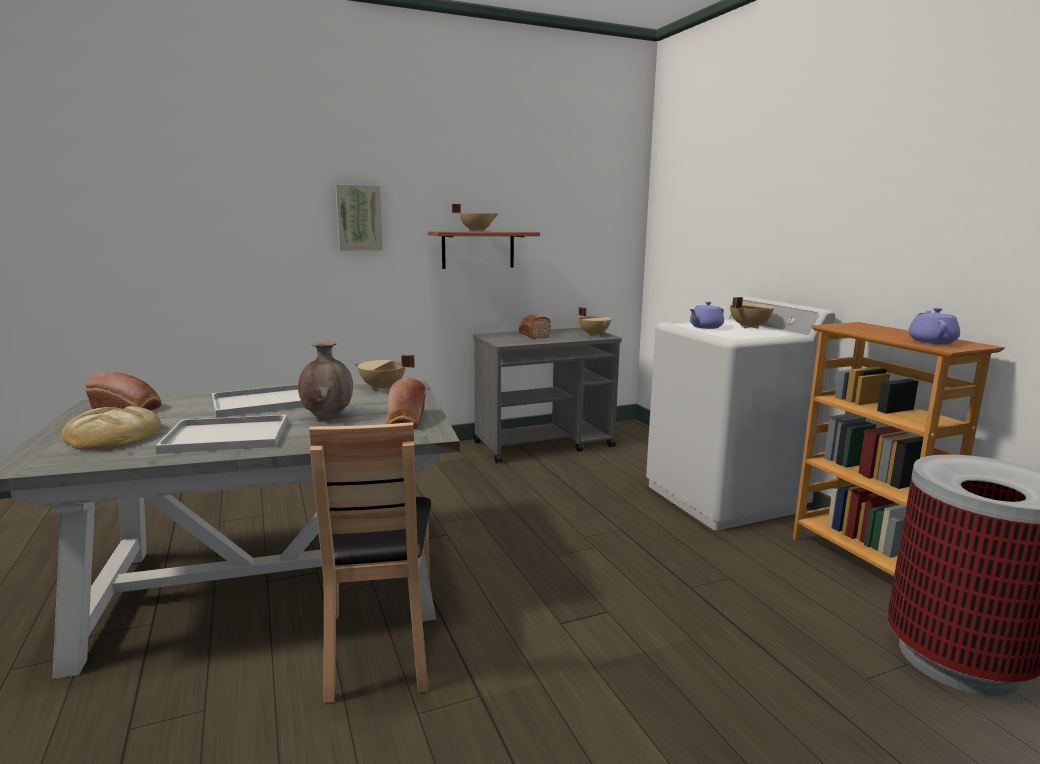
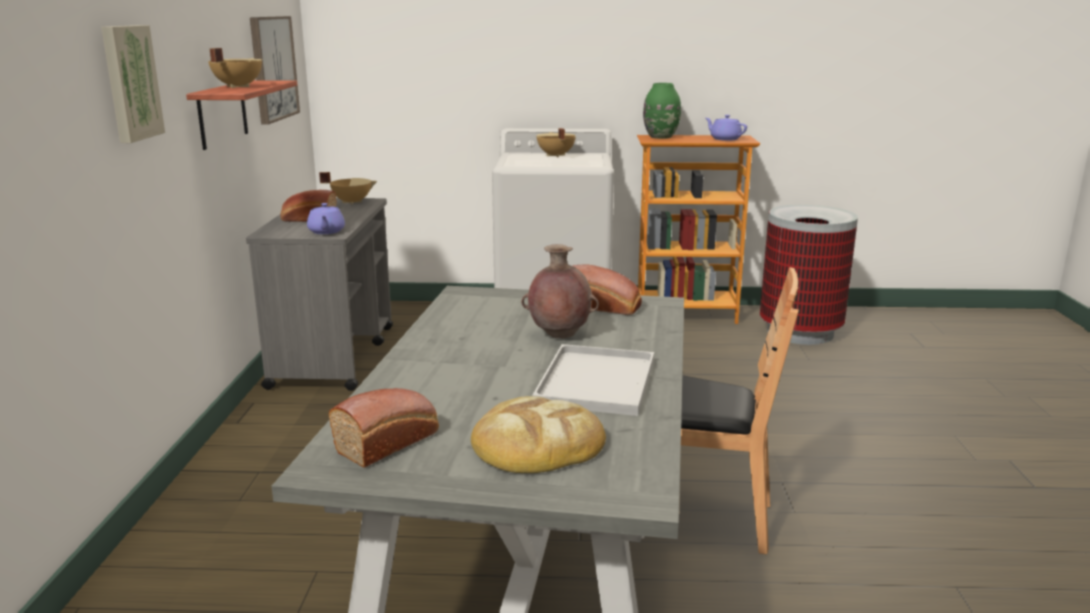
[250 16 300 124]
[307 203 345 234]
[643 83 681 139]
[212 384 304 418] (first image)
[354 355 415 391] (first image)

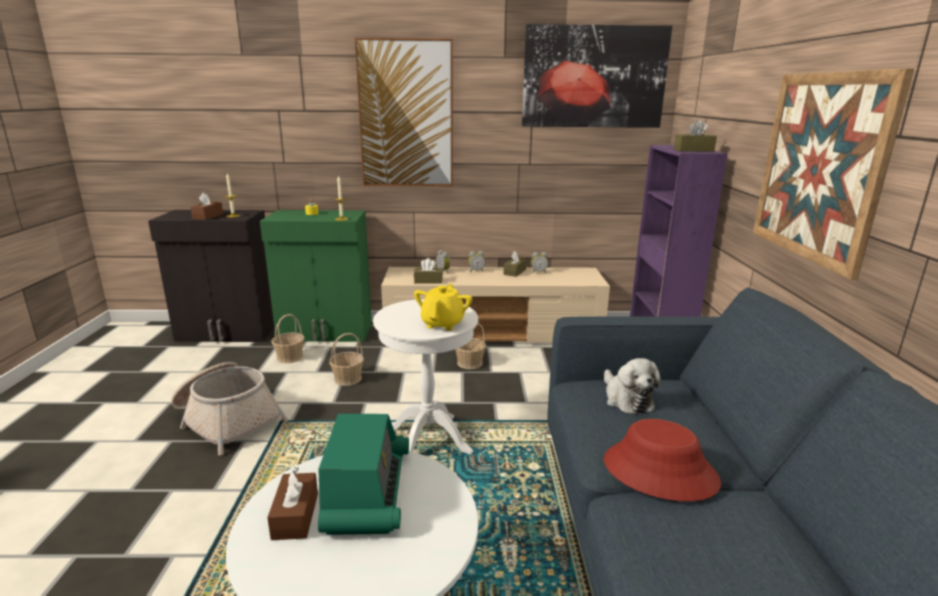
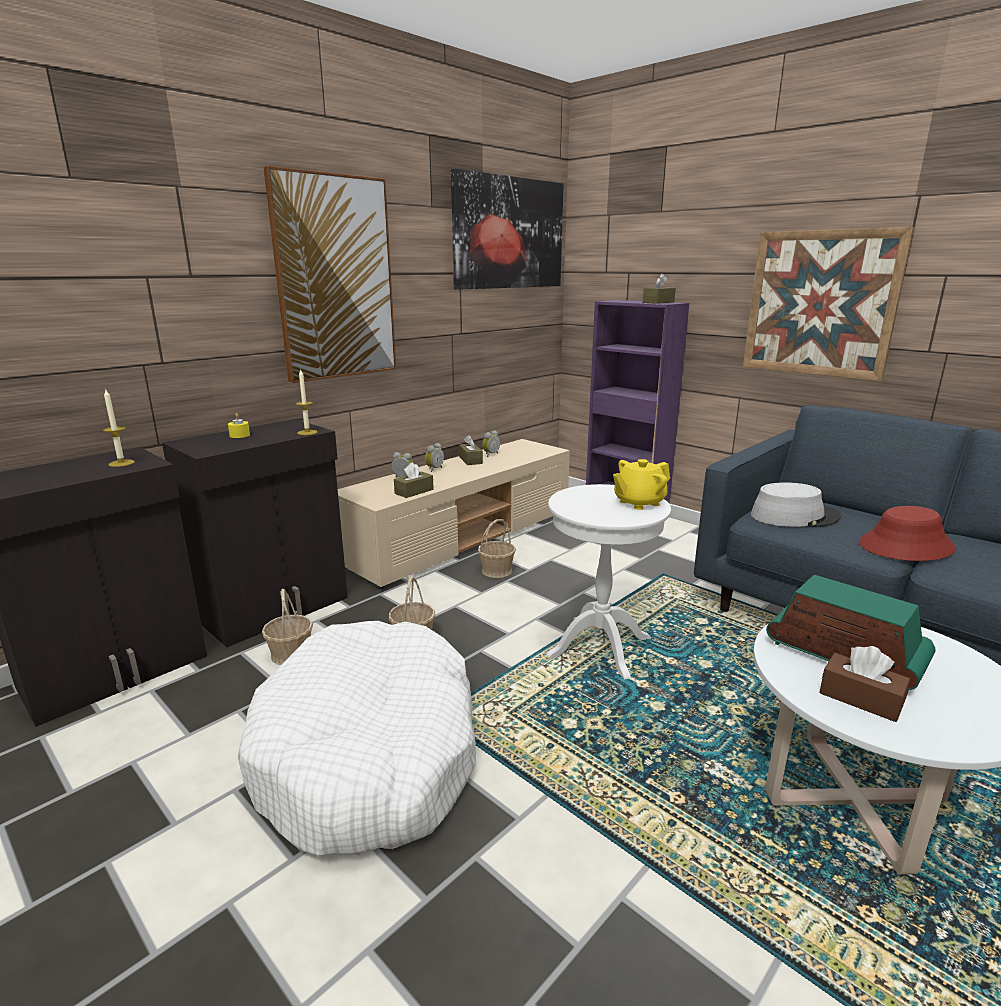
[162 419 348 647]
[238 621 476 855]
[613 459 670 510]
[751 482 841 527]
[190 192 223 220] (first image)

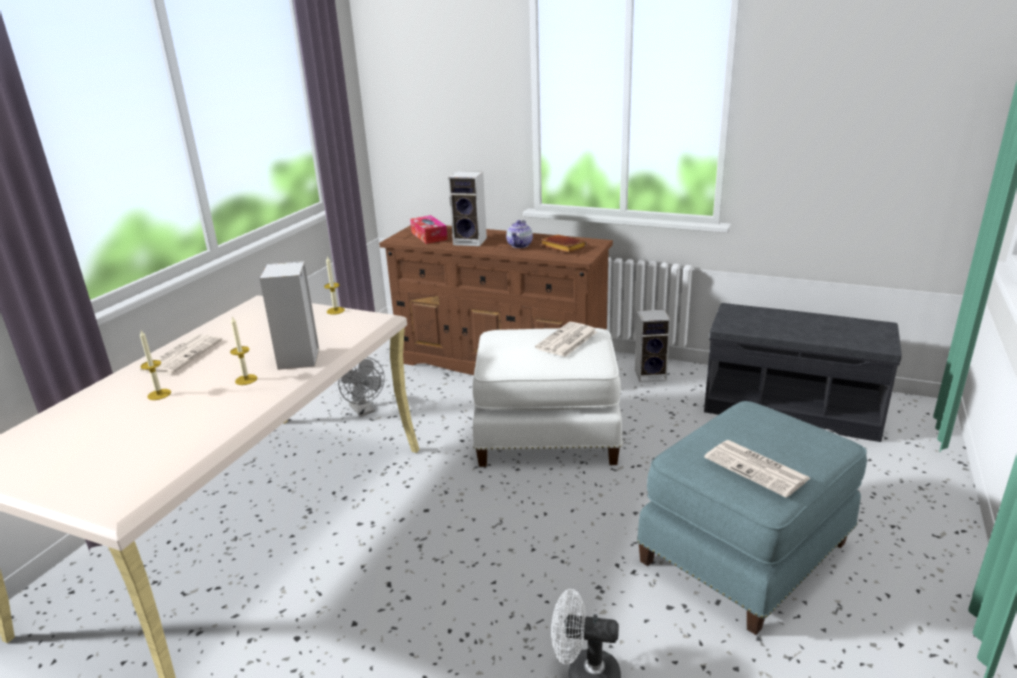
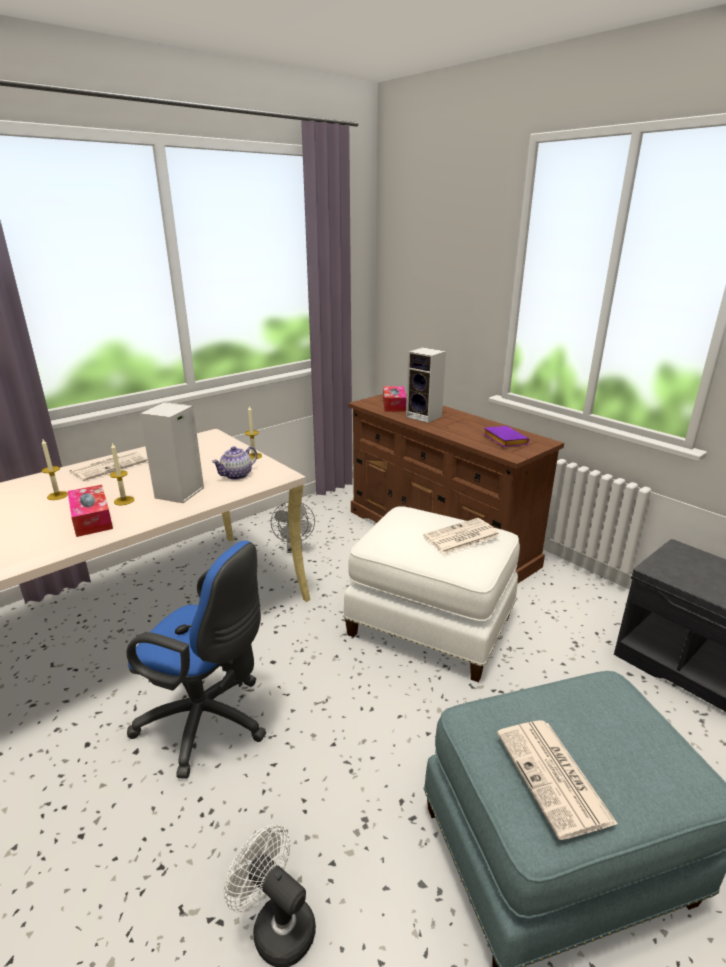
[68 485 113 537]
[126 541 266 779]
[212 446 257 480]
[483 426 529 447]
[635 309 670 382] (first image)

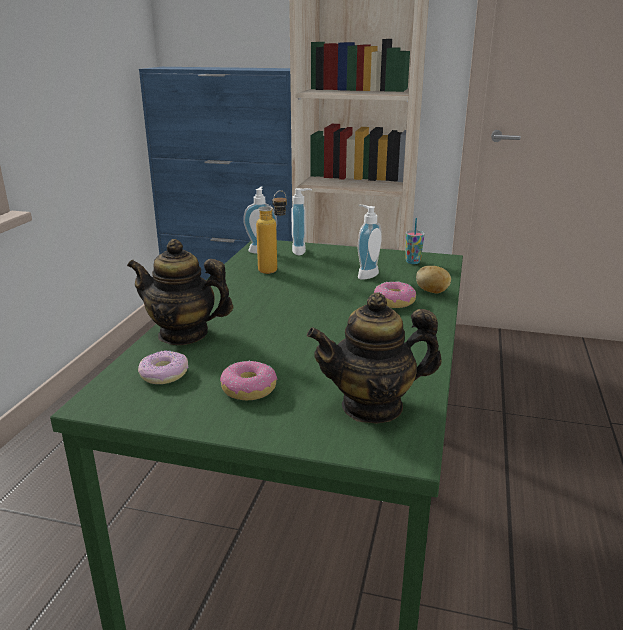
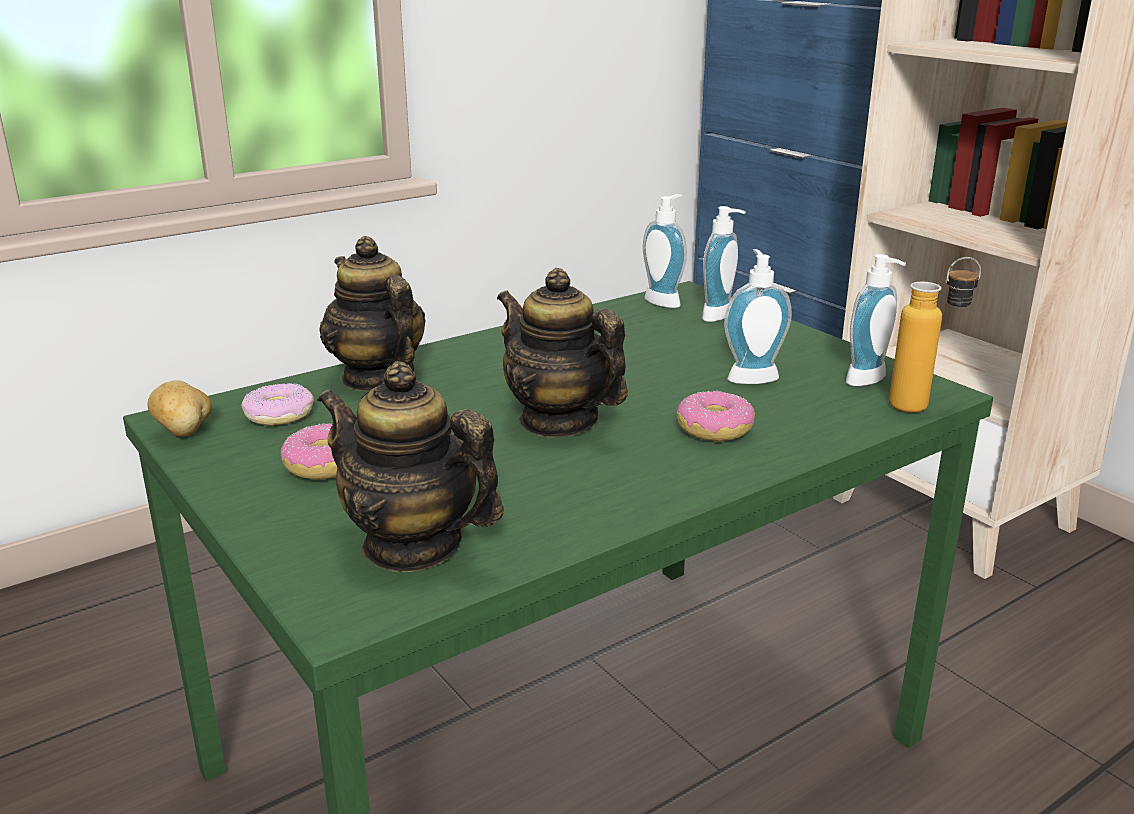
[148 380 212 437]
[497 268 628 437]
[846 254 906 386]
[889 257 981 413]

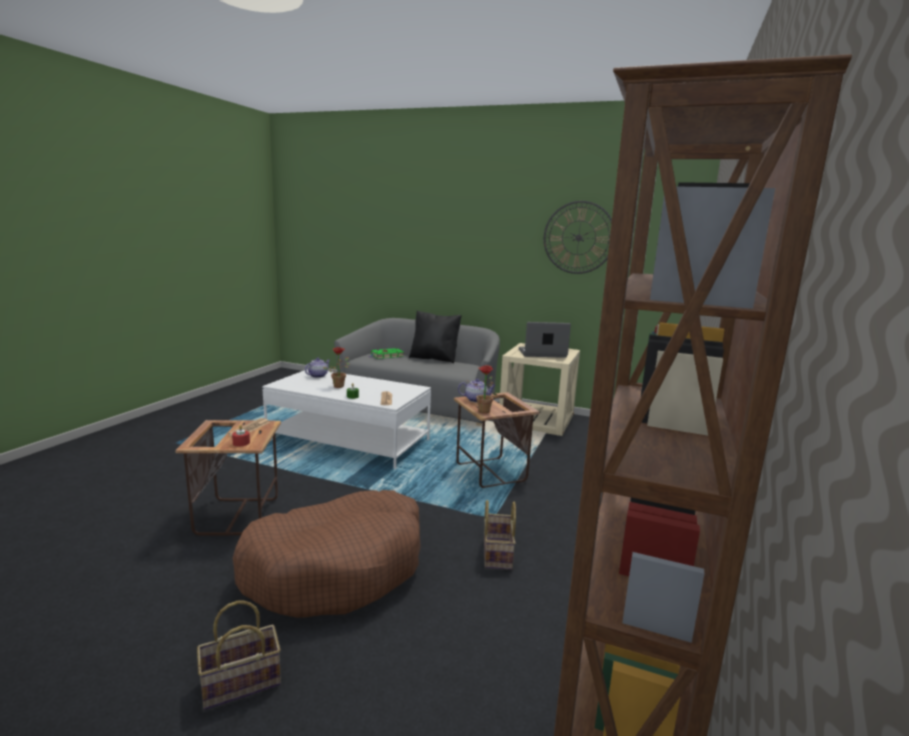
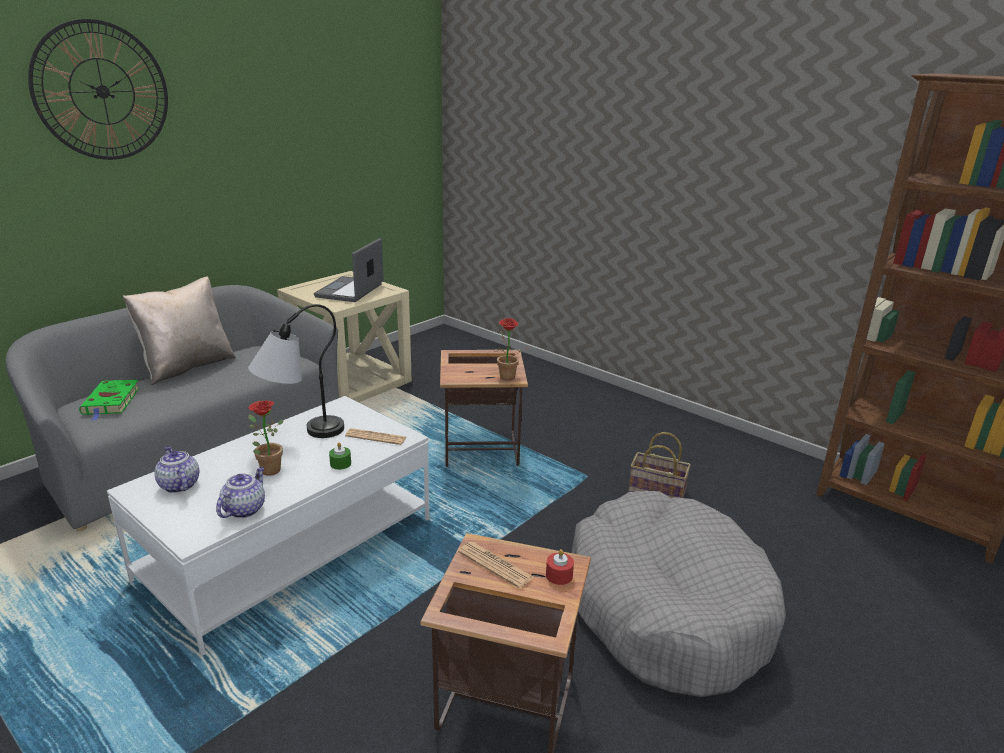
[28 19 168 160]
[123 277 236 385]
[216 467 265 518]
[248 304 344 438]
[571 491 786 697]
[197 600 281 710] (first image)

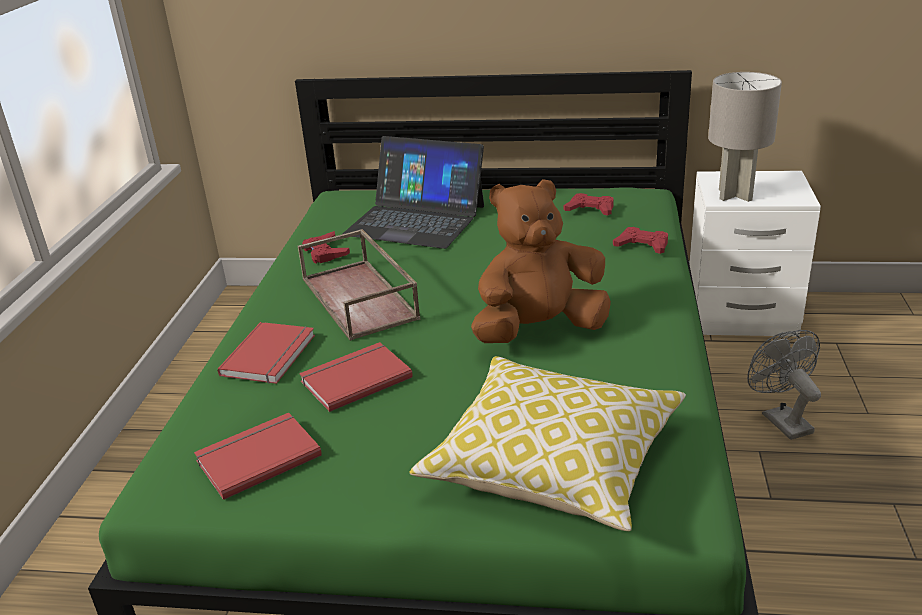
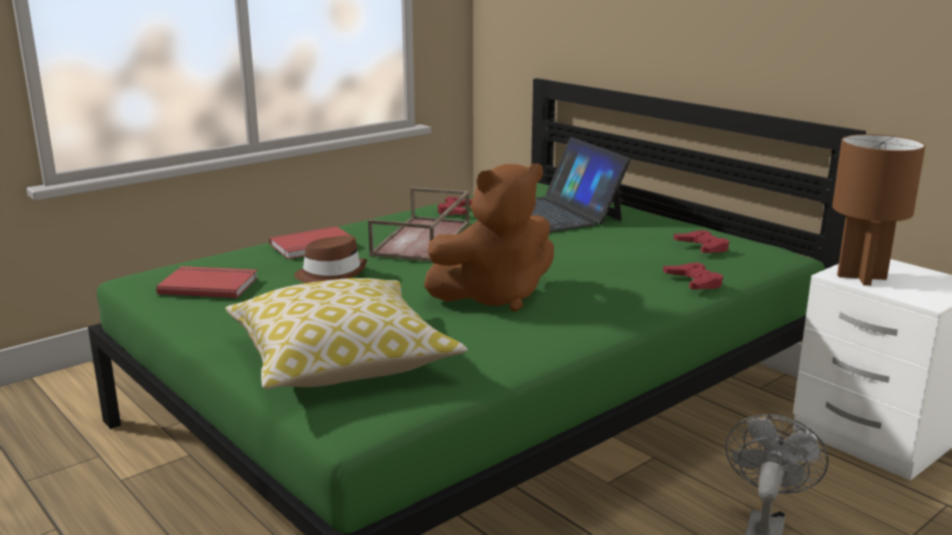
[294 235 367 283]
[424 163 554 312]
[832 134 925 286]

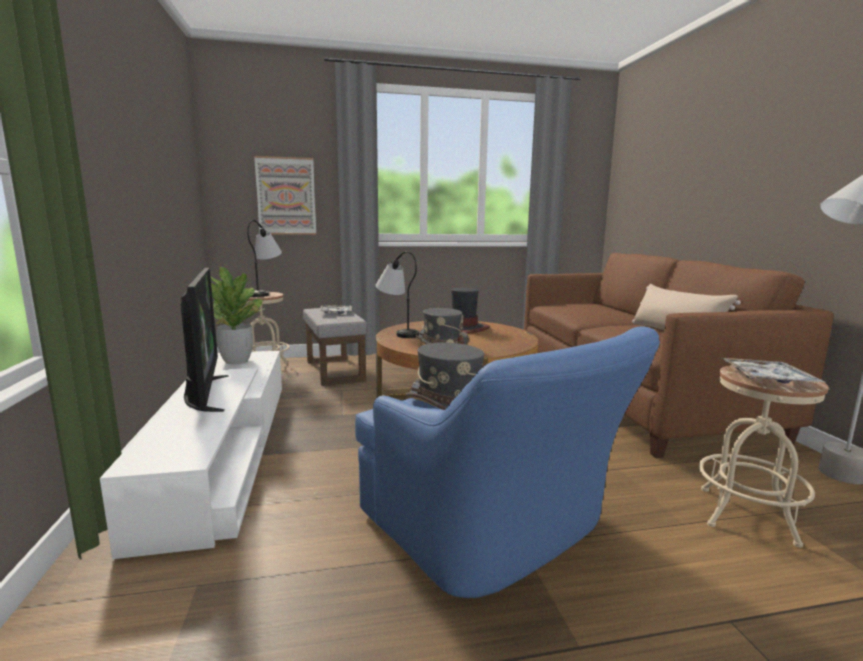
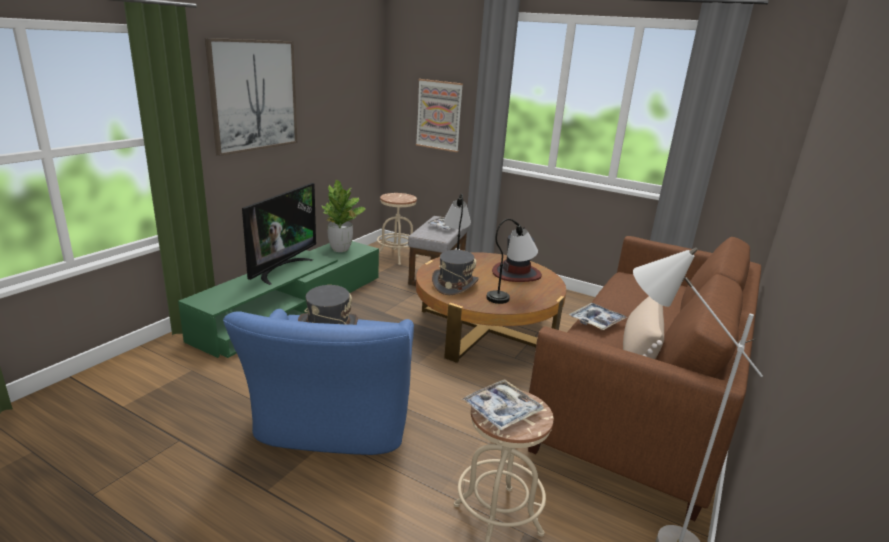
[178 241 379 358]
[205 38 297 156]
[486 219 538 304]
[569 303 627 330]

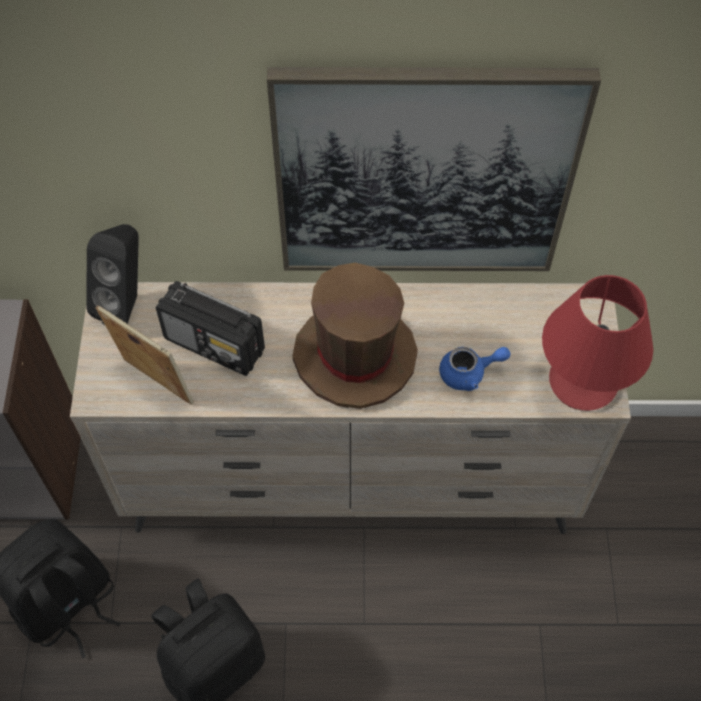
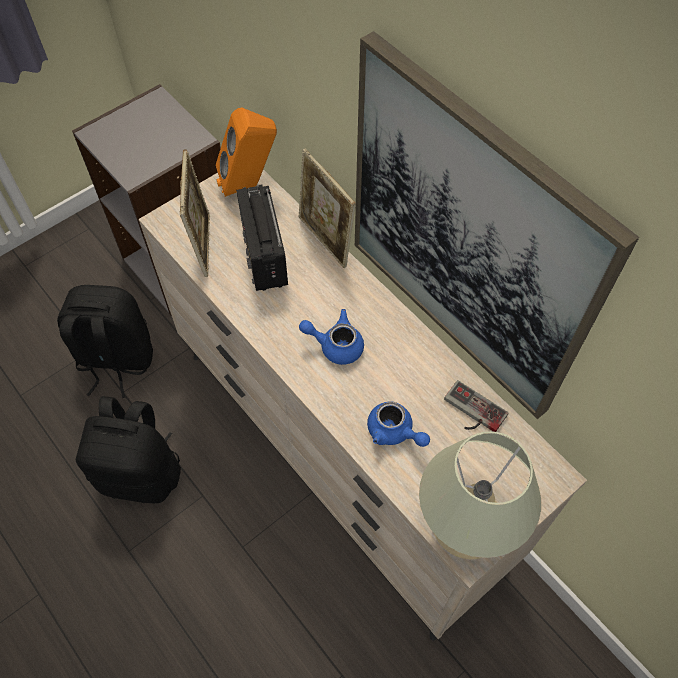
[216 108 277 197]
[298 149 356 268]
[299 309 364 365]
[419 431 541 559]
[444 380 508 432]

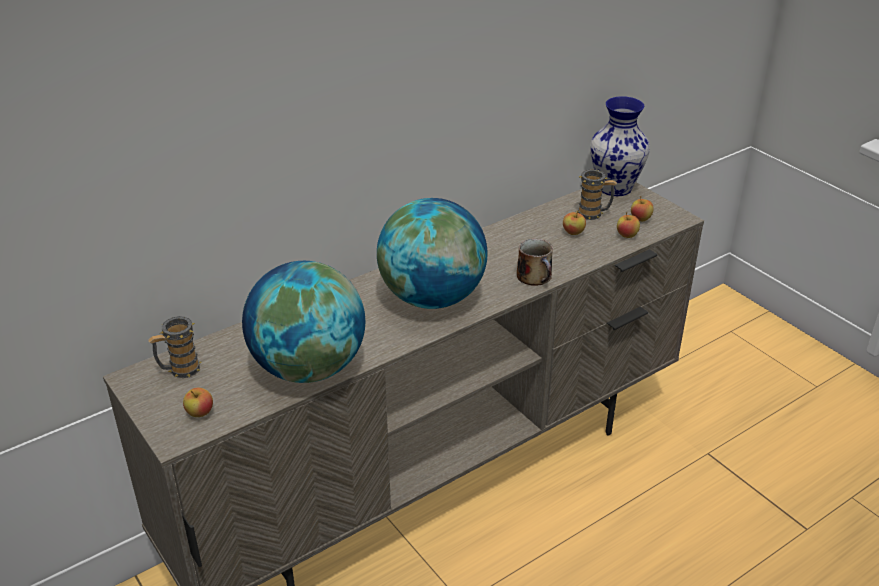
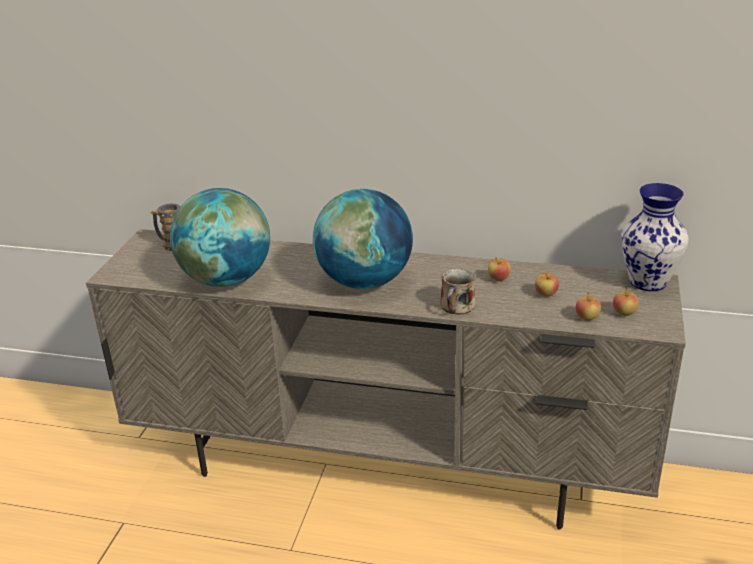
[488 257 511 281]
[576 169 617 220] (first image)

